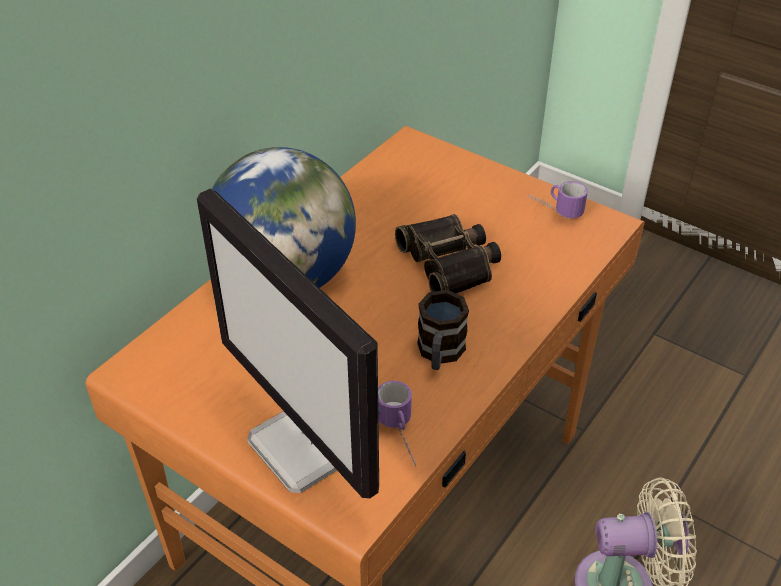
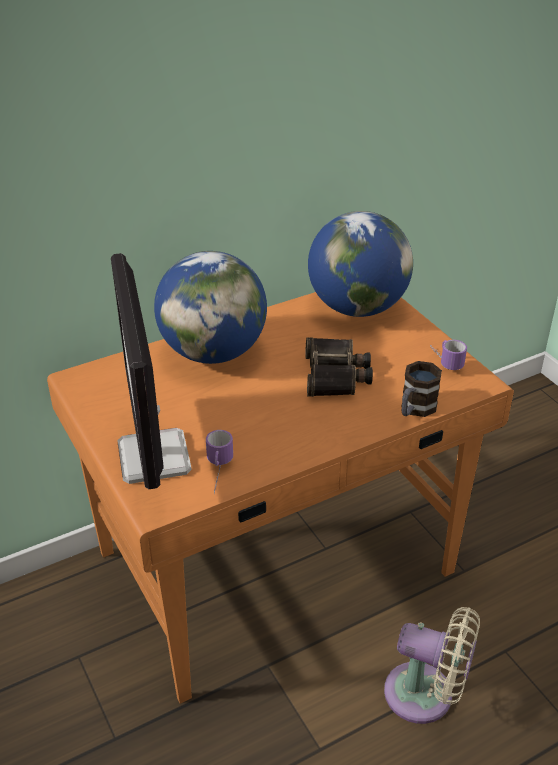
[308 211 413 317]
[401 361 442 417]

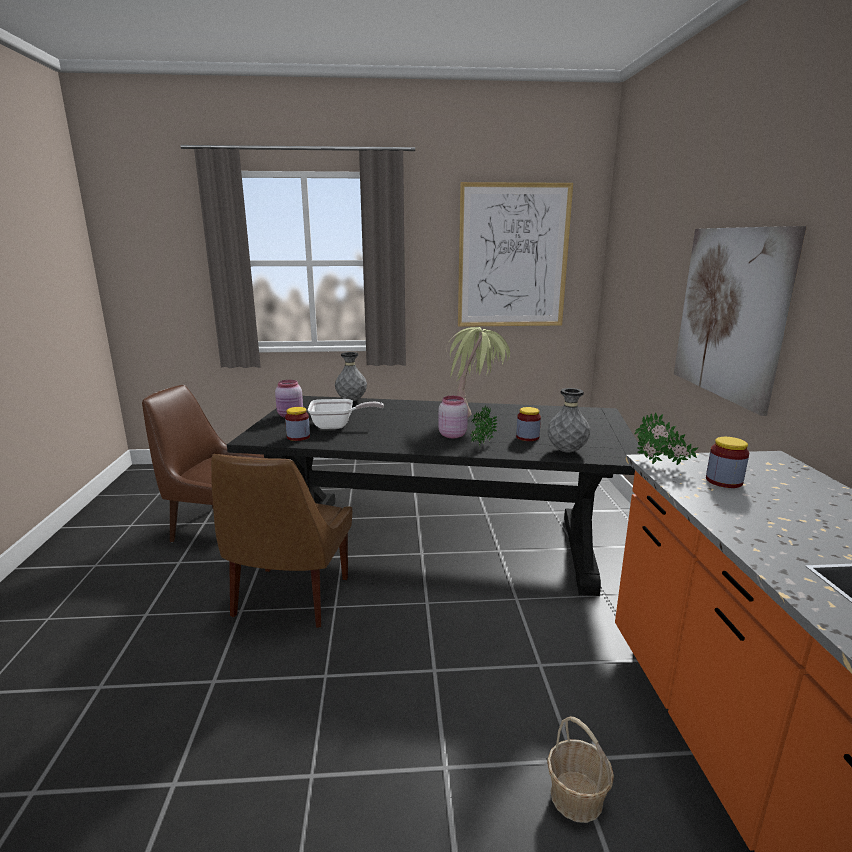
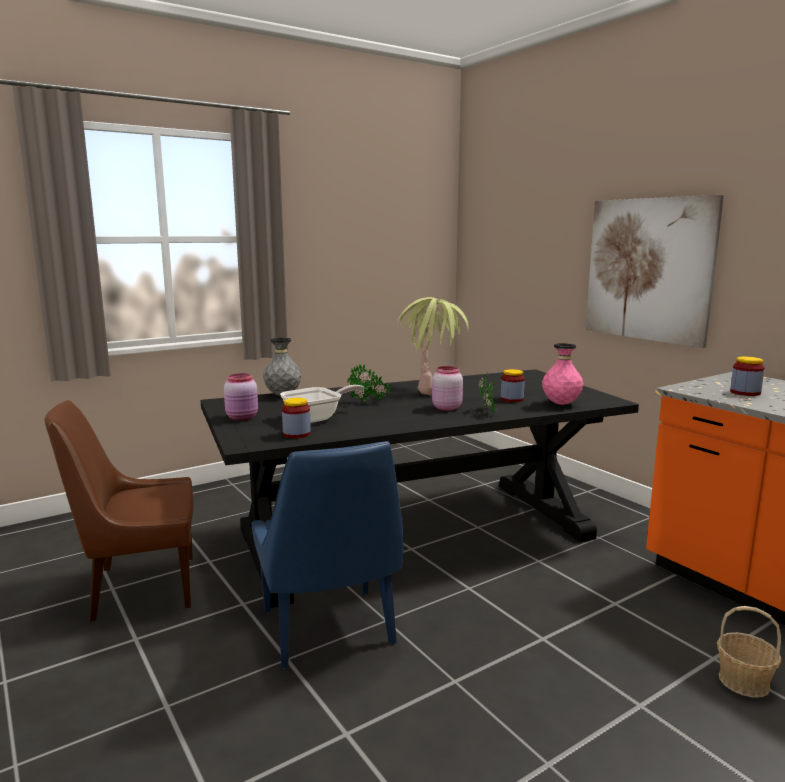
[251 441 404 669]
[347 364 392 403]
[542 343 583 405]
[458 182 573 327] (first image)

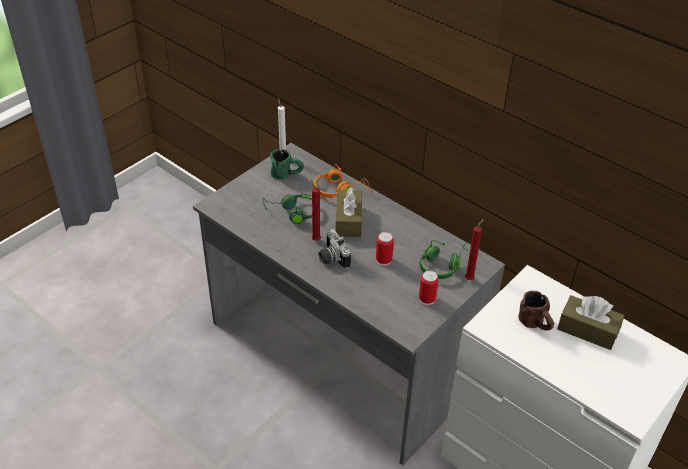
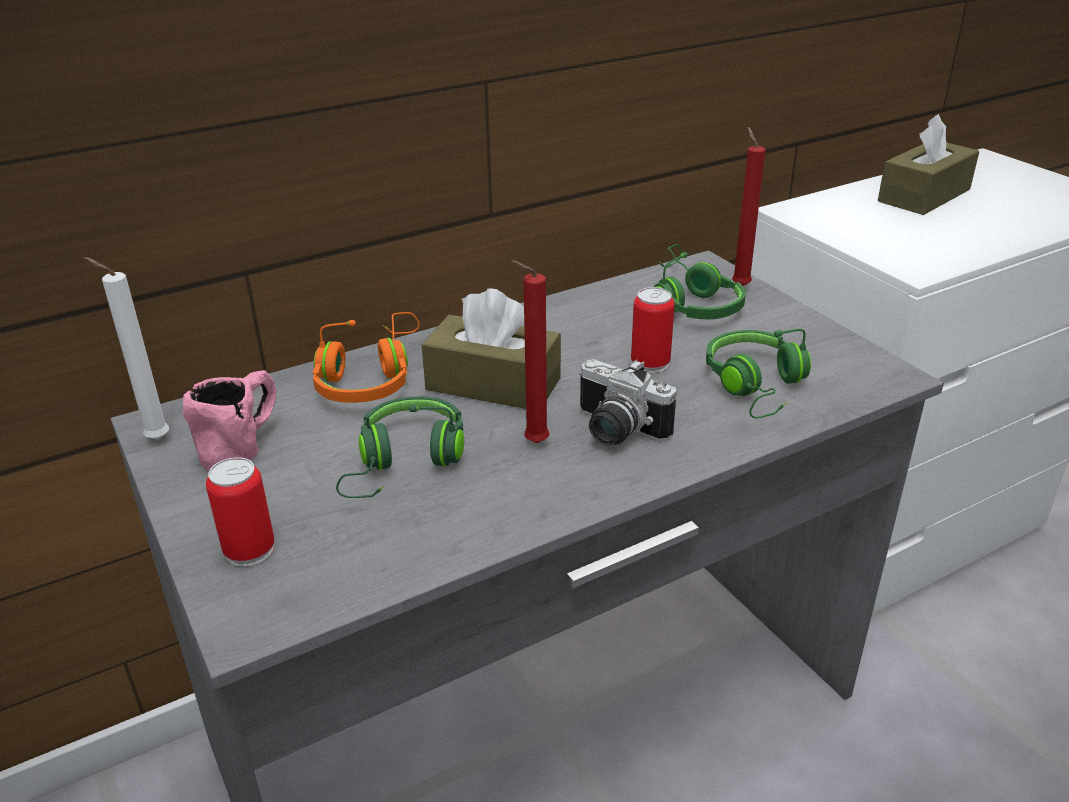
[183 370 276 471]
[206 457 275 567]
[579 359 677 446]
[706 329 811 418]
[519 291 554 331] (first image)

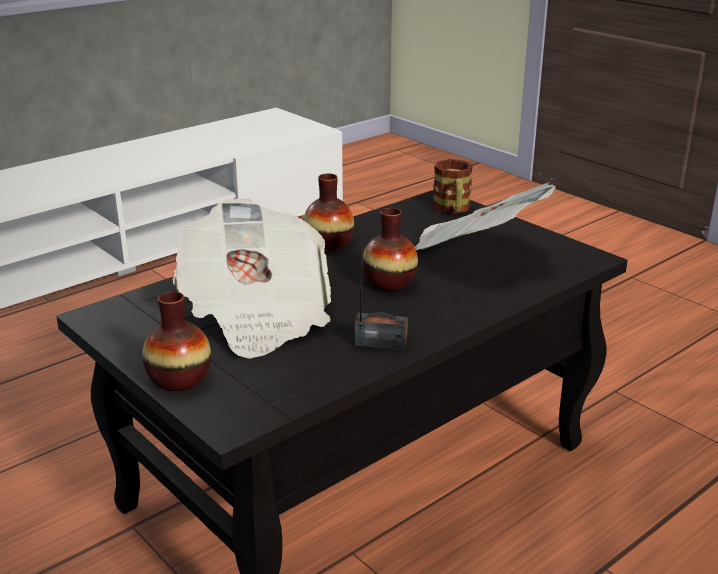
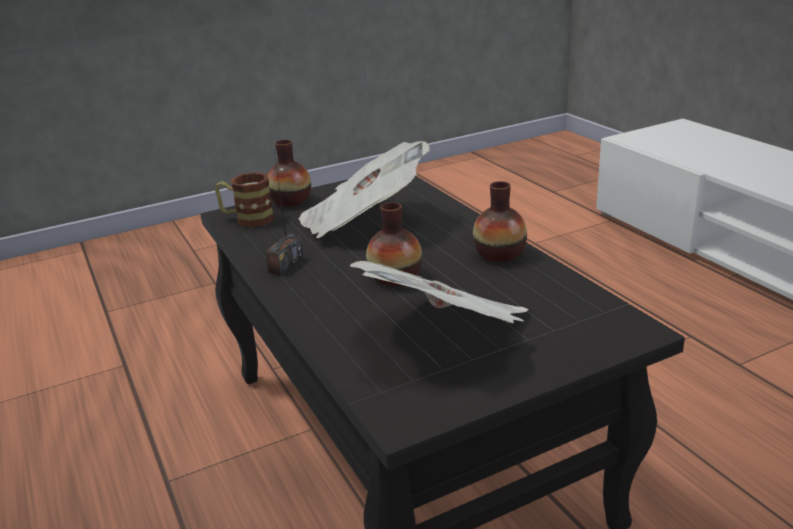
[215 172 275 228]

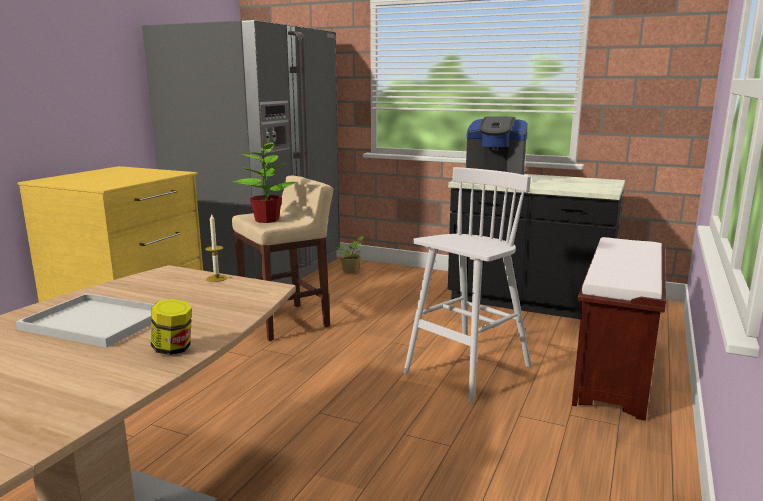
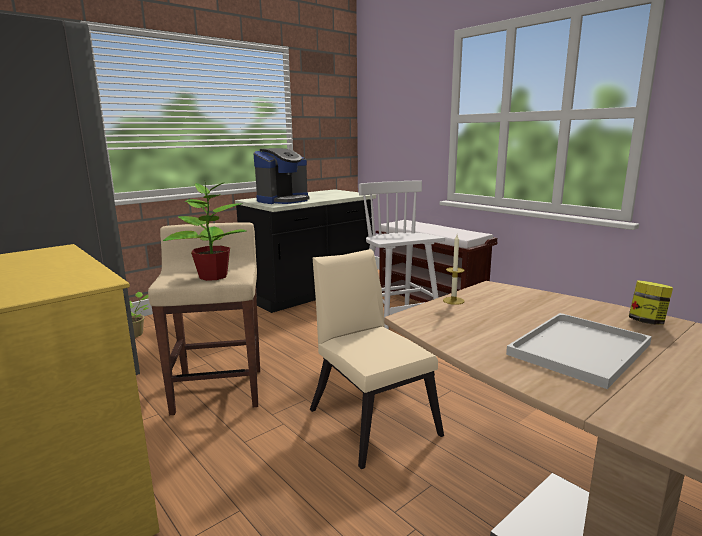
[310 249 444 469]

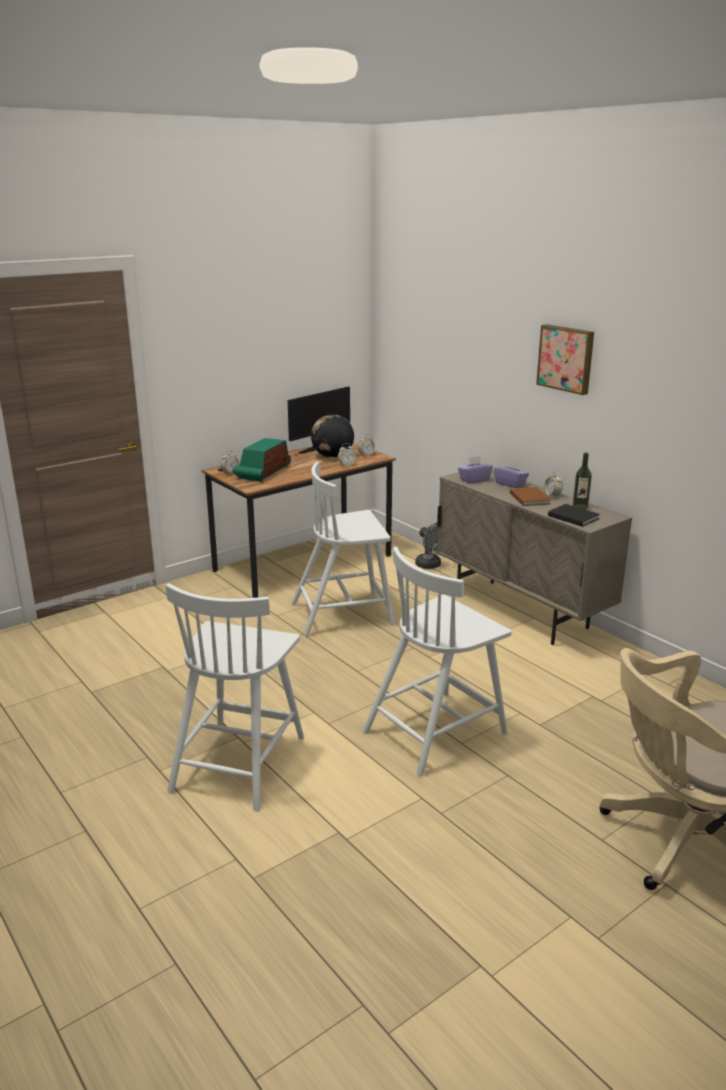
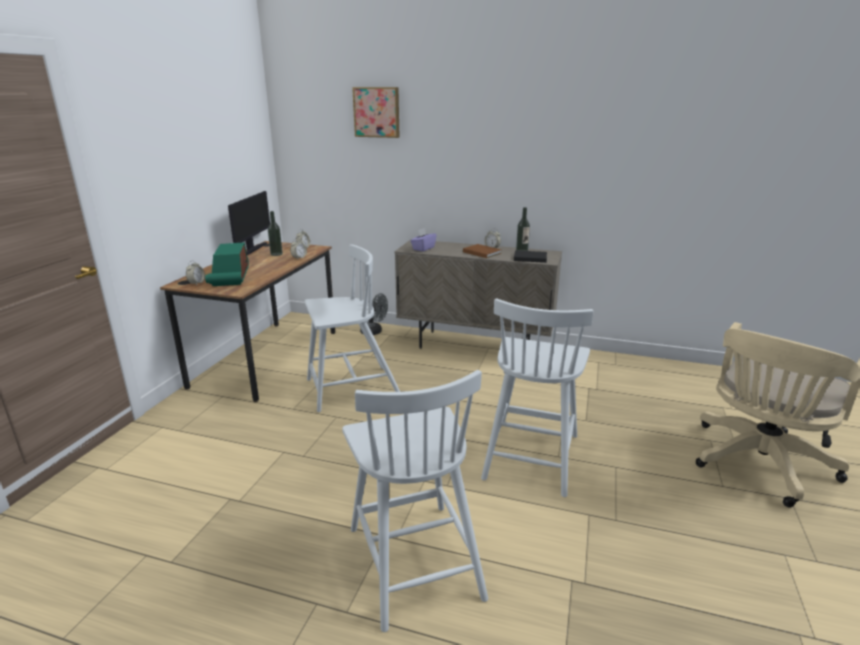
[268 211 283 256]
[305 244 400 412]
[352 87 399 138]
[494 460 529 488] (first image)

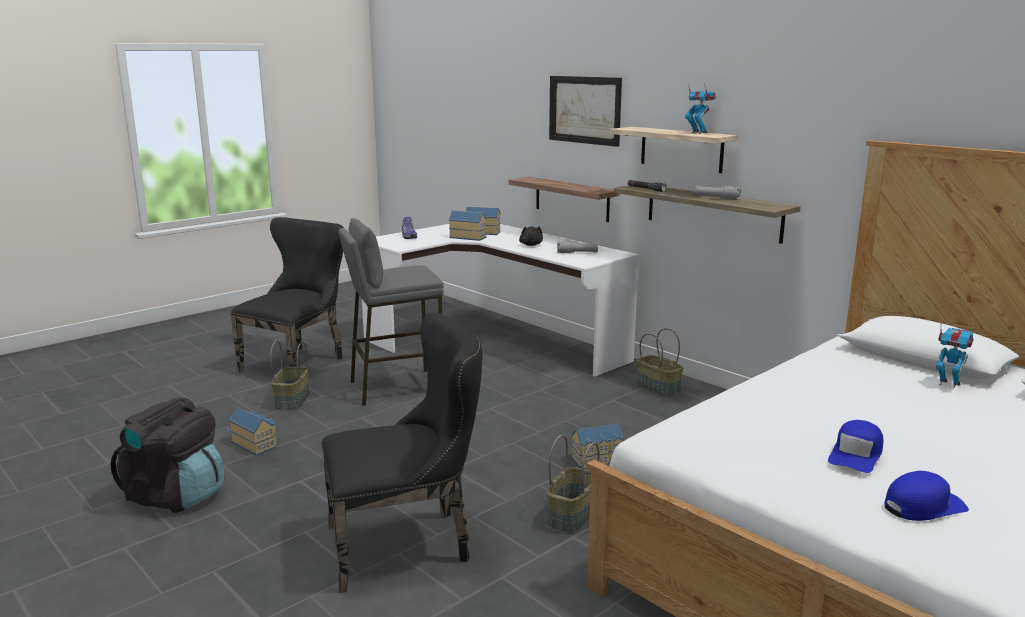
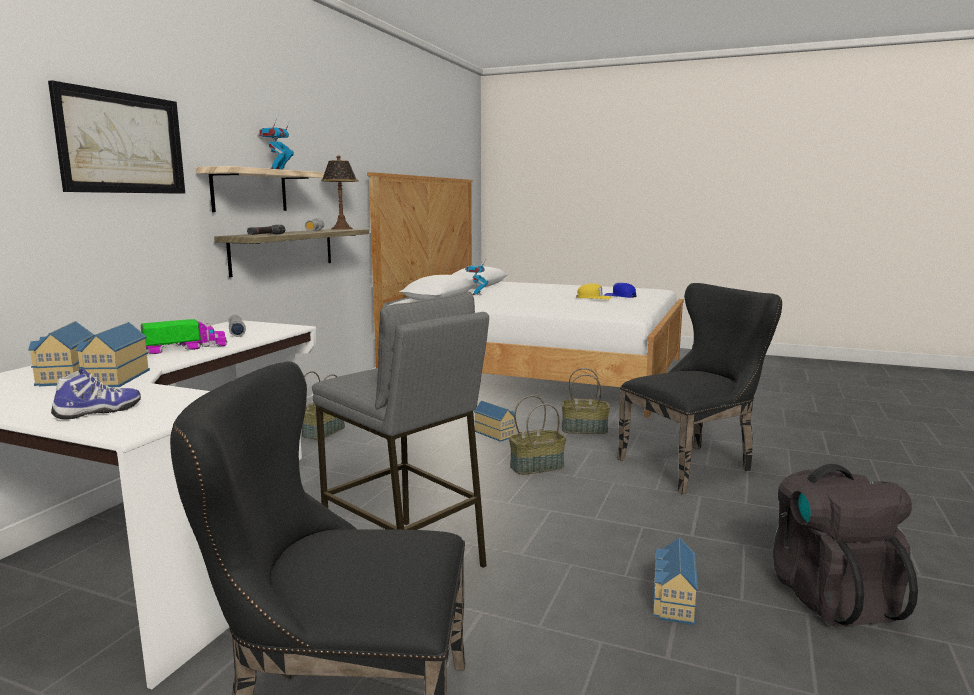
[141 319 227 354]
[321 155 358 230]
[509 395 566 475]
[576 284 611 300]
[617 283 782 494]
[508 177 620 222] (first image)

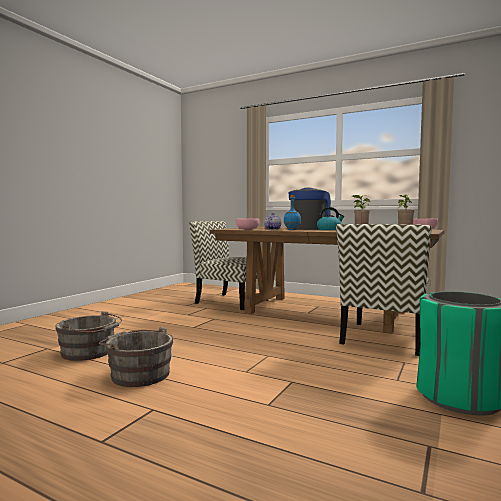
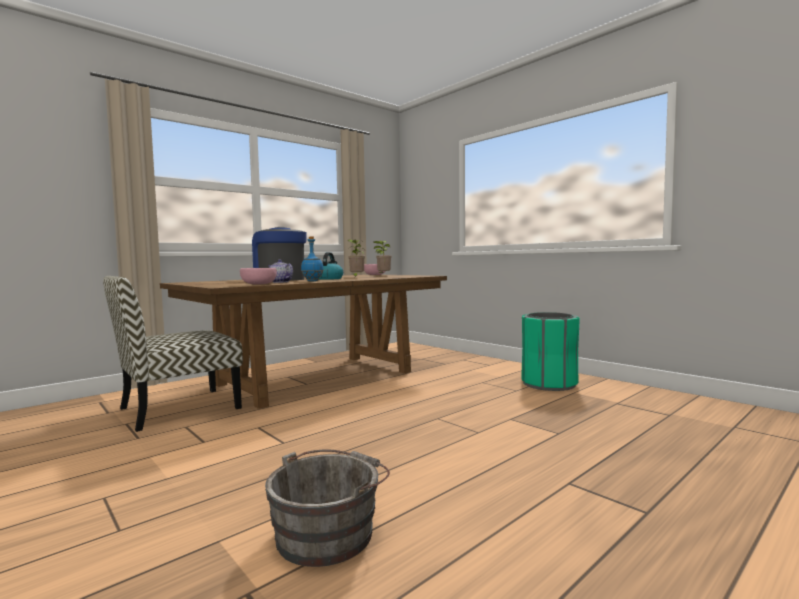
[99 327 173 387] (first image)
[336 224 431 356] (first image)

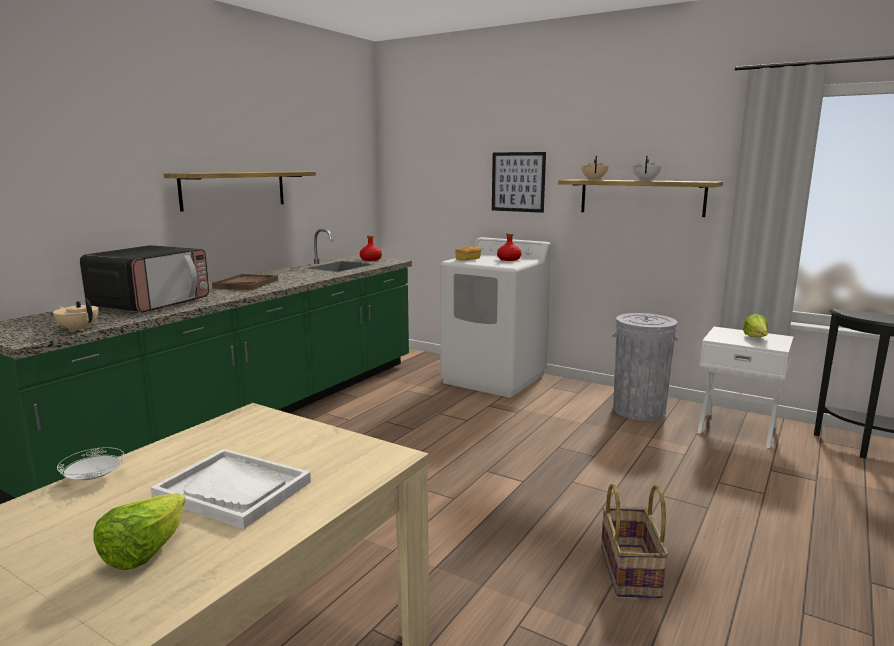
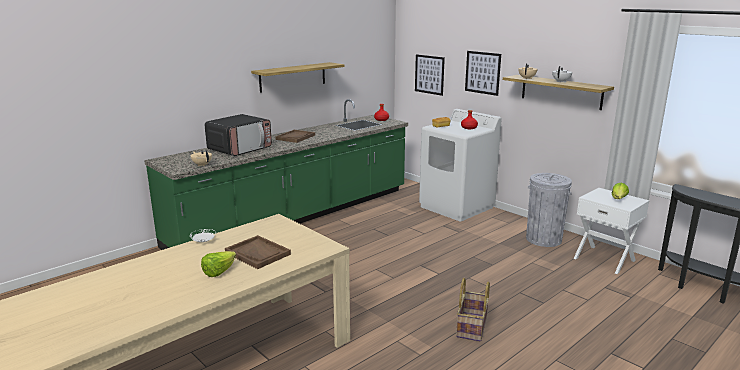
[225 235 291 269]
[415 54 445 96]

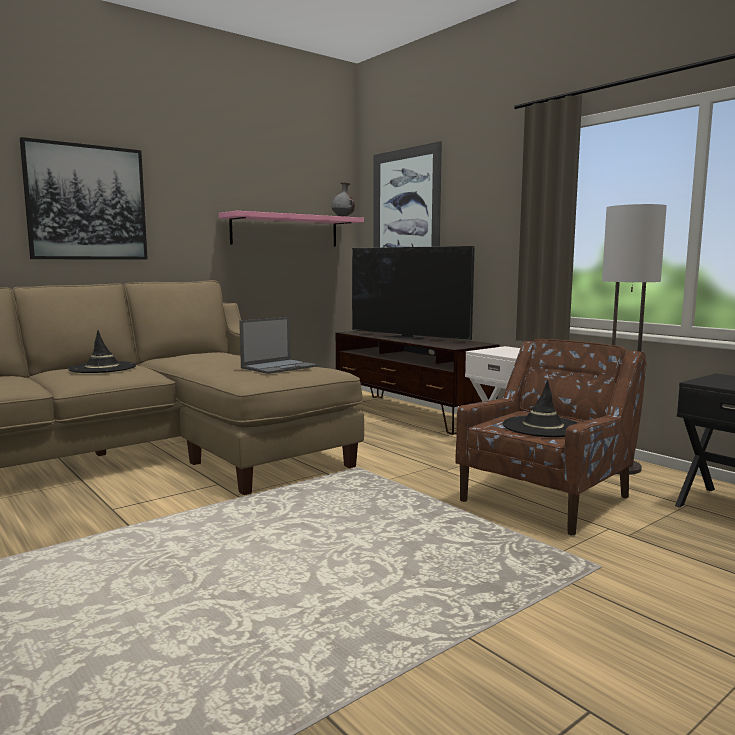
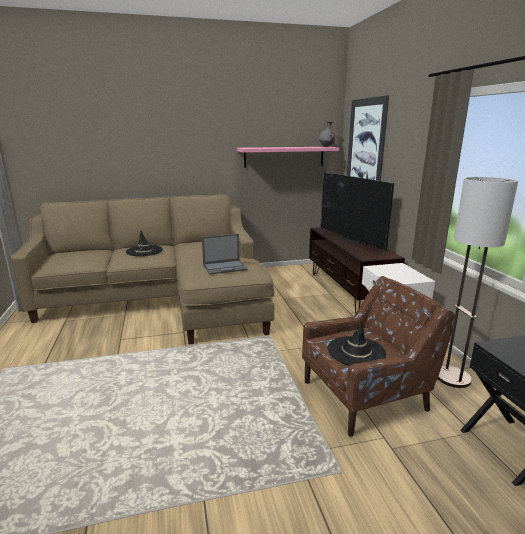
[20 137 148 260] (first image)

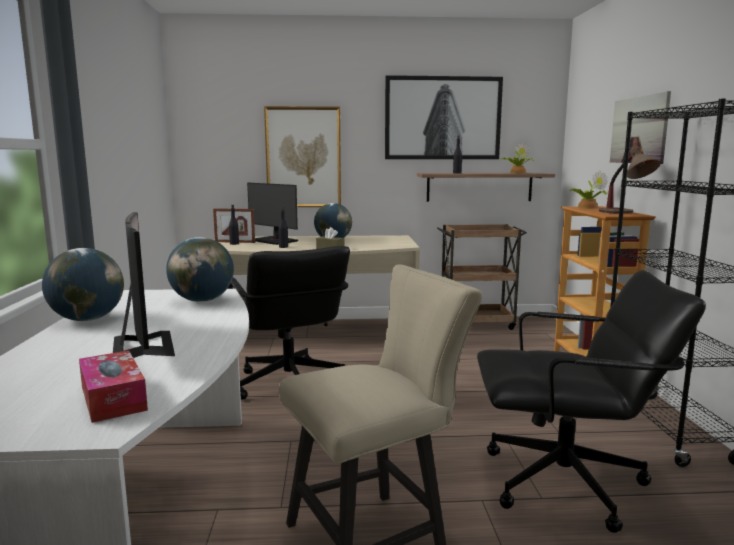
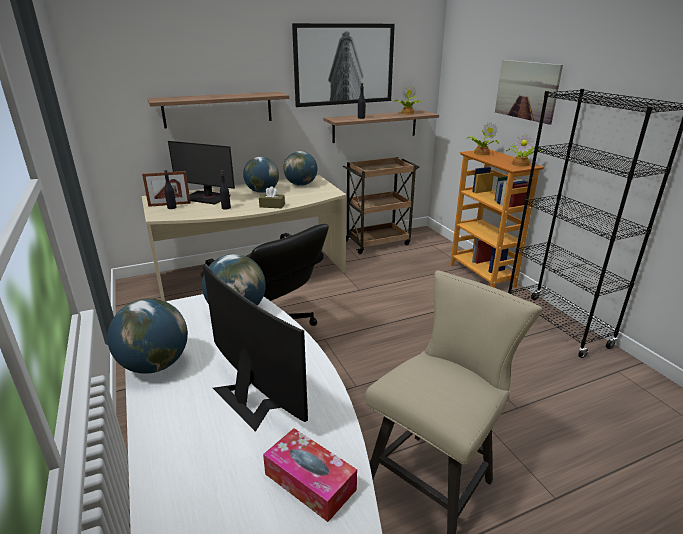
[147 92 289 128]
[283 151 317 186]
[506 133 543 167]
[477 270 706 533] (first image)

